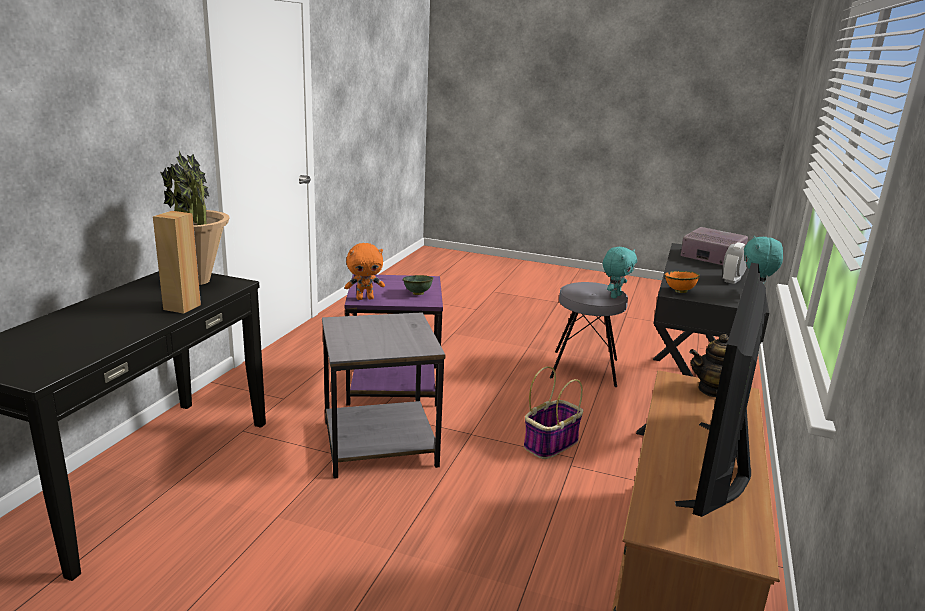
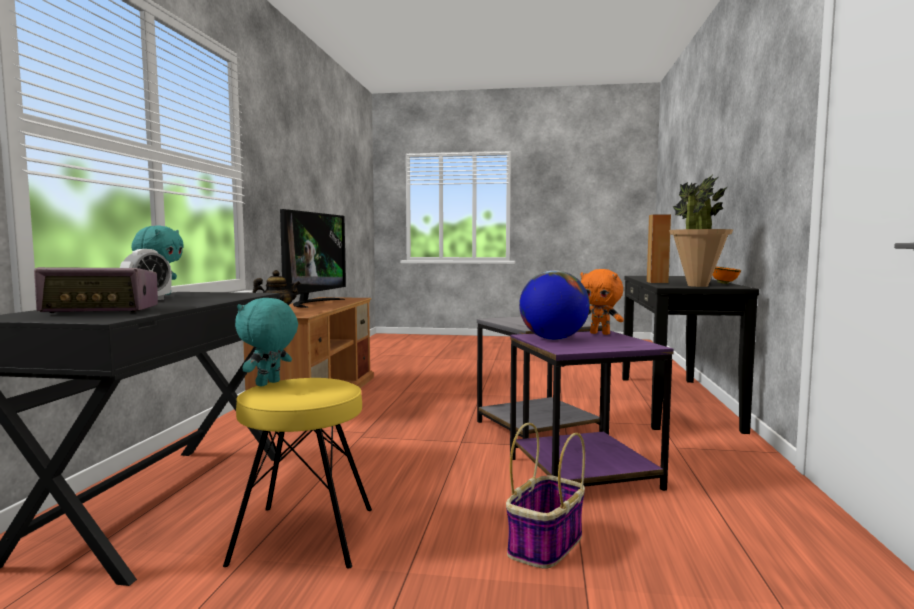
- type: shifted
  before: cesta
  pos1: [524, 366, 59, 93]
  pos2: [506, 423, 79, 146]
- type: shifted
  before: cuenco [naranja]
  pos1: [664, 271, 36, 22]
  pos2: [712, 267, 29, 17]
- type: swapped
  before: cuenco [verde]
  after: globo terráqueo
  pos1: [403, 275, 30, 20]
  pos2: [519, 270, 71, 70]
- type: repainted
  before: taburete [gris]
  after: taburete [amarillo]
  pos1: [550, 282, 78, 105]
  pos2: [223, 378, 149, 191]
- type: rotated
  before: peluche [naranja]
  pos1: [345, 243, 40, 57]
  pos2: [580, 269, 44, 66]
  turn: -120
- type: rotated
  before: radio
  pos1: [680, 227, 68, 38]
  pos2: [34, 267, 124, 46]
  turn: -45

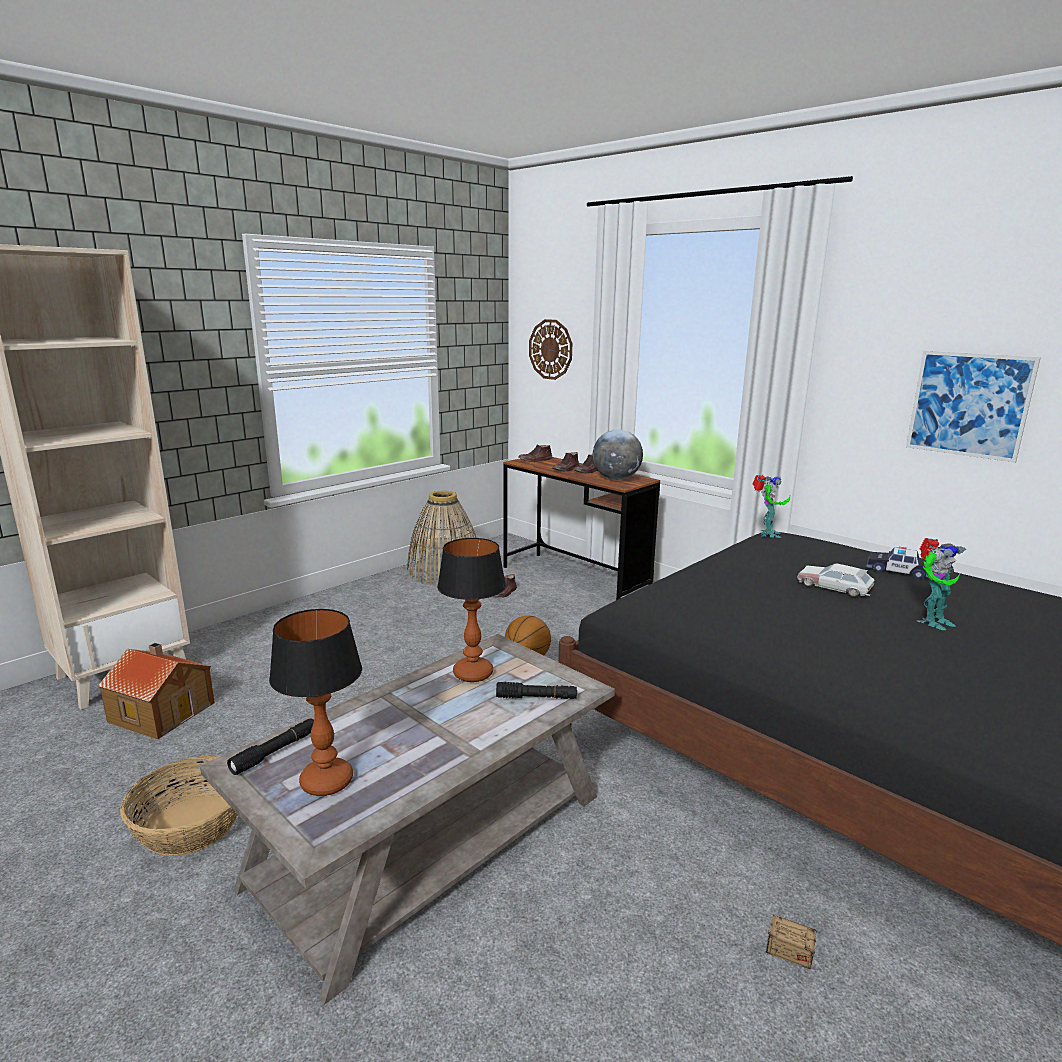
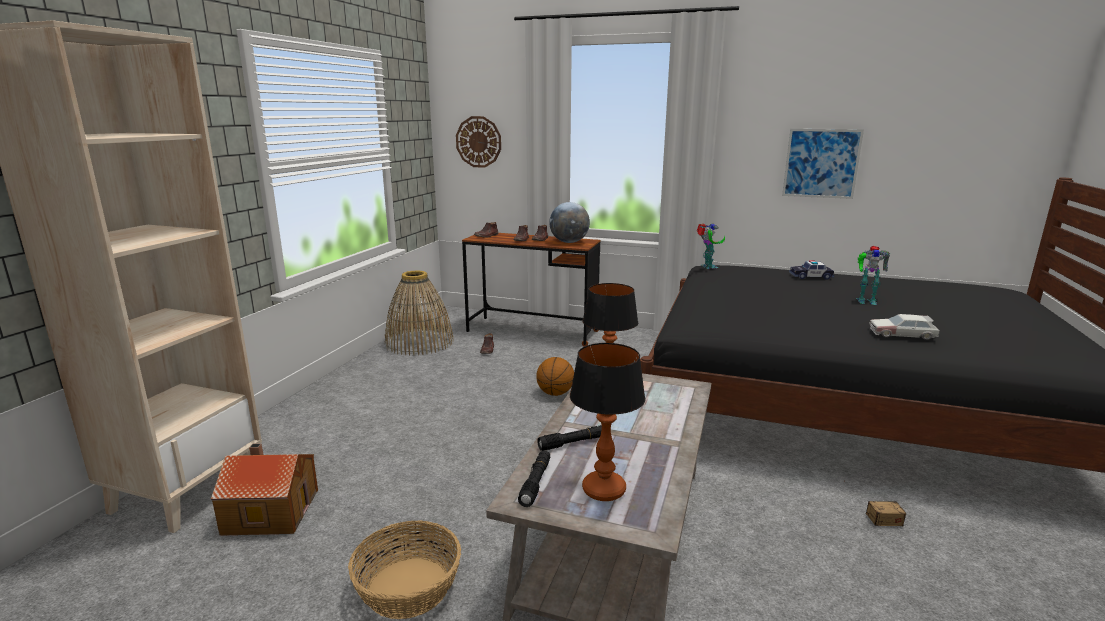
- type: shifted
  before: linterna [negro]
  pos1: [496, 682, 81, 17]
  pos2: [537, 425, 65, 26]
- type: shifted
  before: coche de juguete
  pos1: [797, 564, 77, 33]
  pos2: [869, 314, 71, 26]
- type: rotated
  before: robot de juguete
  pos1: [916, 538, 50, 92]
  pos2: [856, 246, 34, 59]
  turn: 75

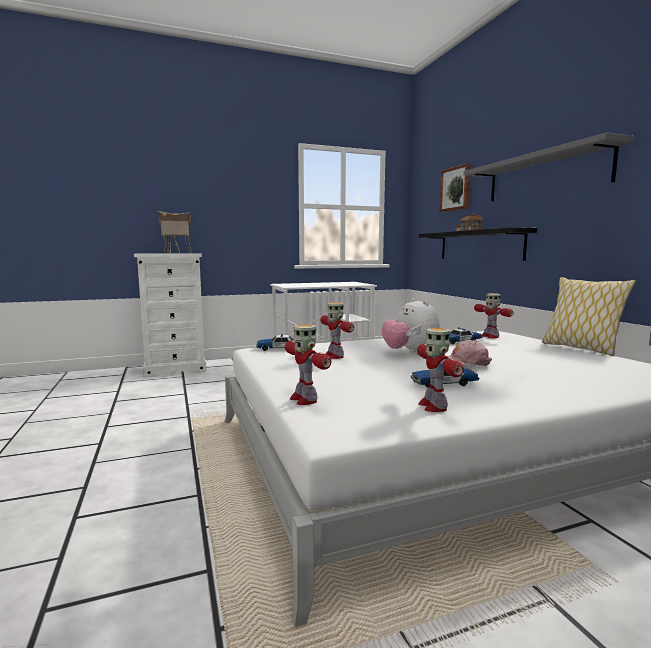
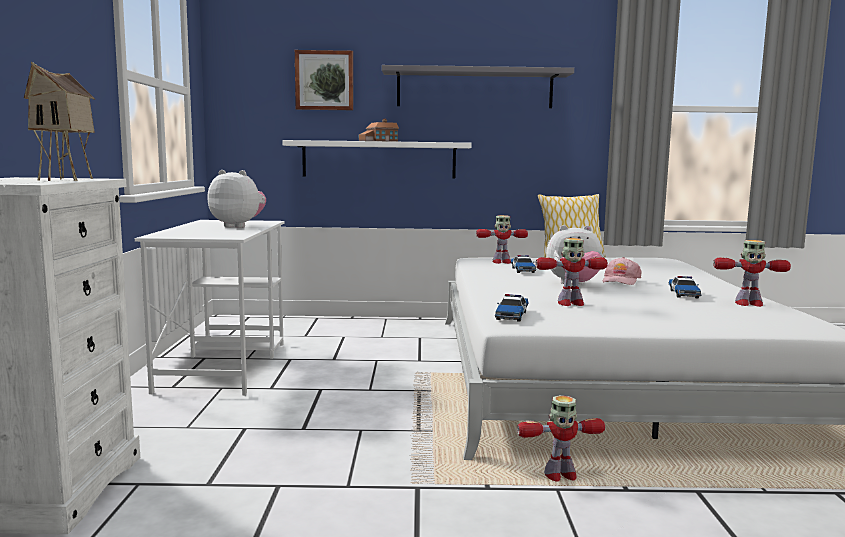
- type: new
  after: peluche
  pos2: [207, 170, 59, 58]
- type: shifted
  before: robot de juguete
  pos1: [285, 324, 46, 81]
  pos2: [517, 395, 88, 87]
- type: repainted
  before: estante [negro]
  after: estante [blanco]
  pos1: [419, 227, 118, 34]
  pos2: [282, 140, 190, 39]

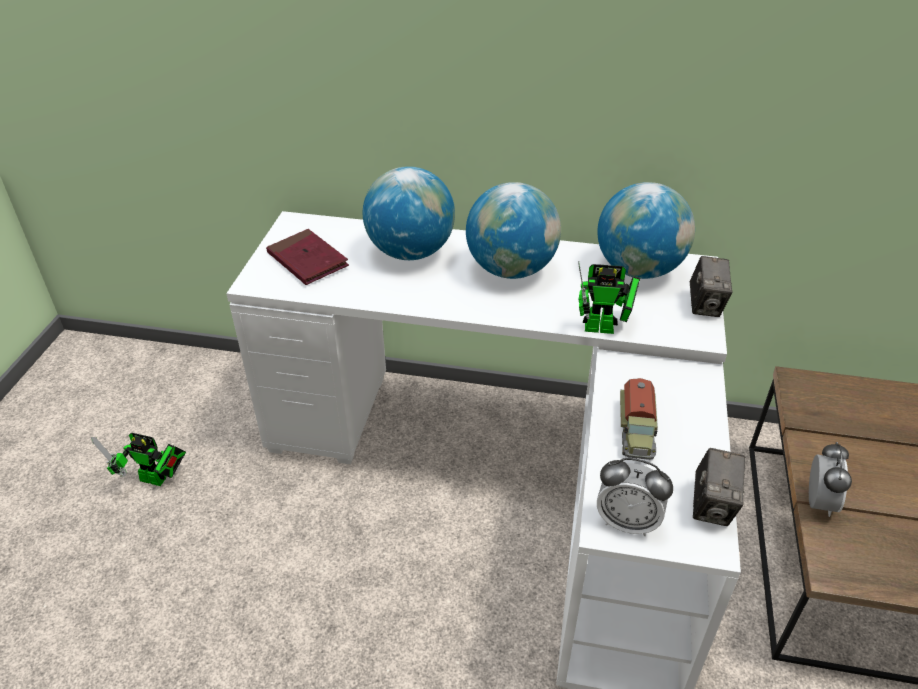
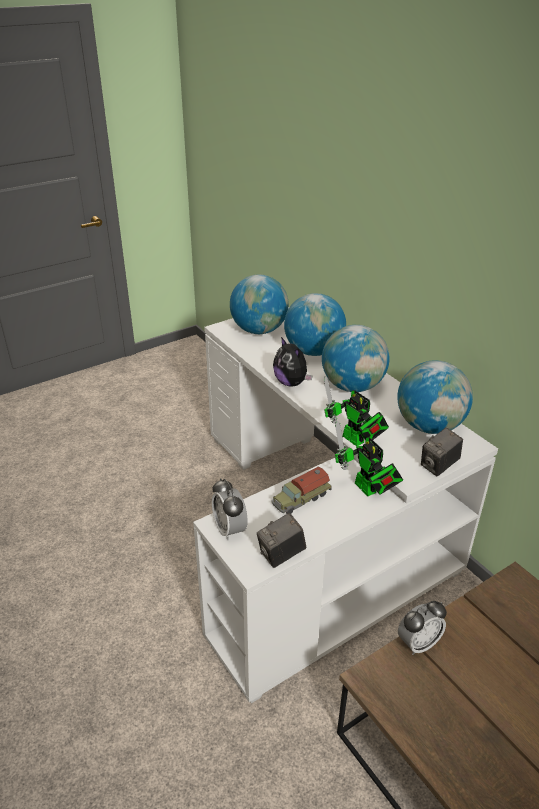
- type: new
  after: peluche
  pos2: [273, 337, 40, 50]
- type: shifted
  before: robot de juguete
  pos1: [91, 433, 95, 53]
  pos2: [335, 421, 68, 76]
- type: swapped
  before: libro [rojo]
  after: globo terráqueo
  pos1: [266, 229, 83, 56]
  pos2: [230, 275, 59, 59]

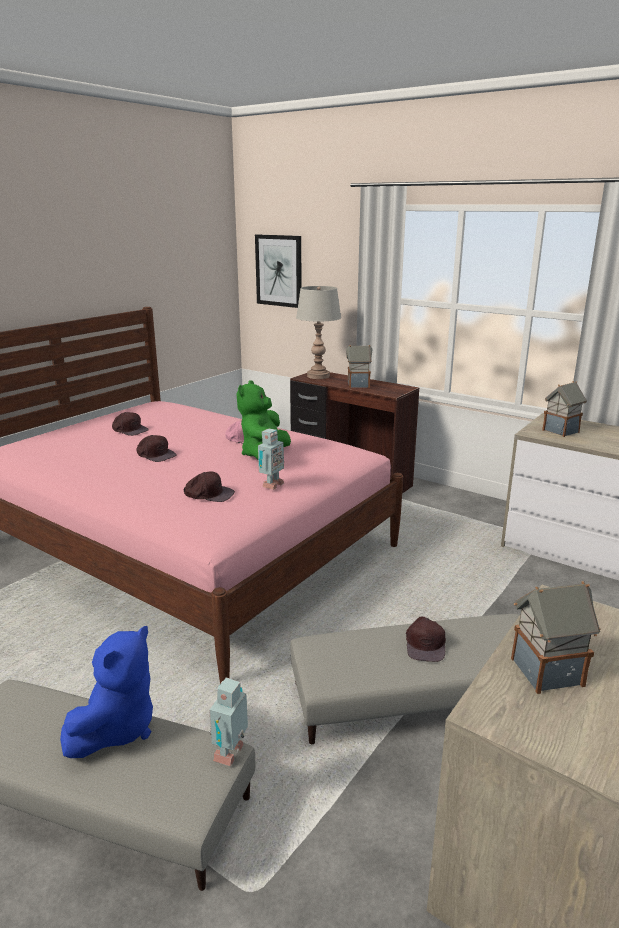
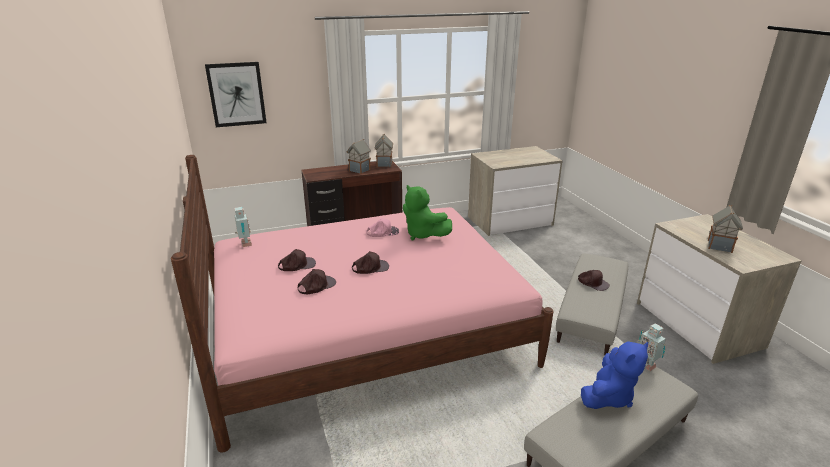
- type: gone
  before: lámpara de mesa [gris]
  pos1: [296, 286, 45, 93]
- type: shifted
  before: gorra [marrón]
  pos1: [184, 471, 51, 31]
  pos2: [298, 269, 38, 26]
- type: shifted
  before: robot de juguete
  pos1: [258, 428, 26, 62]
  pos2: [234, 207, 18, 40]
- type: shifted
  before: casita
  pos1: [542, 381, 45, 56]
  pos2: [375, 134, 18, 33]
- type: rotated
  before: peluche [azul]
  pos1: [60, 626, 93, 132]
  pos2: [581, 341, 67, 68]
  turn: 75

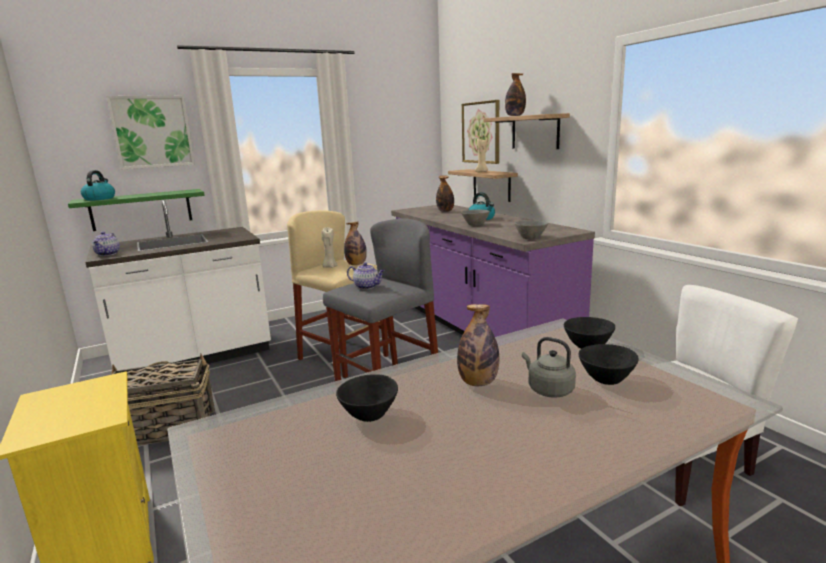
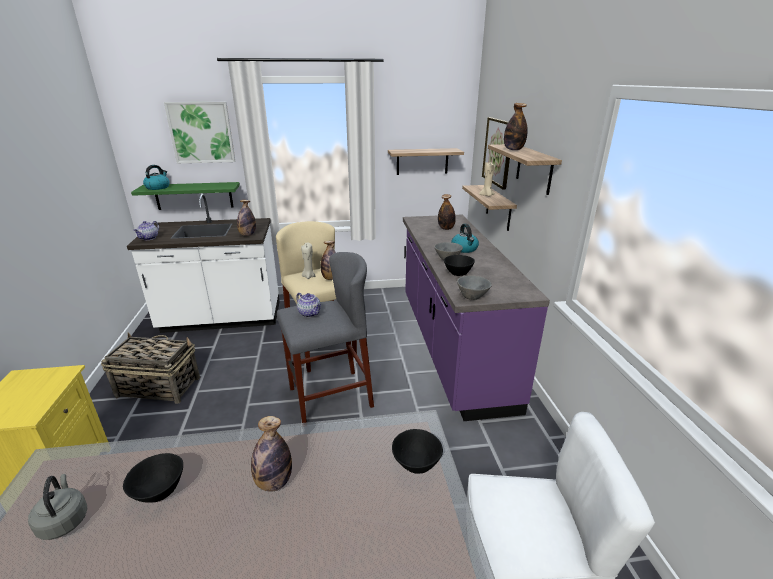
- type: new
  after: botella
  pos2: [237, 200, 19, 36]
- type: new
  after: estante
  pos2: [388, 148, 76, 27]
- type: shifted
  before: hervidor [gris]
  pos1: [522, 337, 54, 61]
  pos2: [28, 474, 59, 66]
- type: shifted
  before: cuenco [negro]
  pos1: [579, 344, 60, 41]
  pos2: [444, 255, 31, 21]

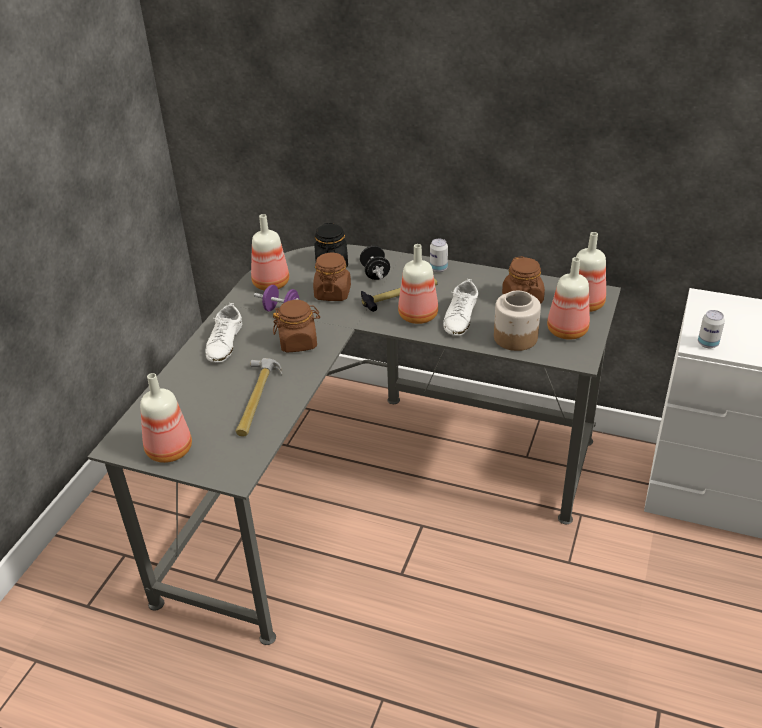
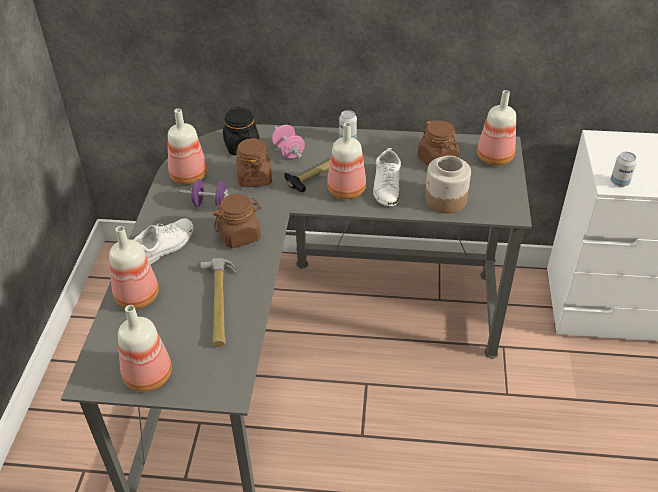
- type: shifted
  before: botella
  pos1: [547, 257, 43, 83]
  pos2: [109, 226, 50, 83]
- type: repainted
  before: mancuerna [negro]
  after: mancuerna [rosa]
  pos1: [360, 246, 30, 34]
  pos2: [272, 125, 33, 34]
- type: rotated
  before: zapato [blanco]
  pos1: [206, 303, 36, 60]
  pos2: [133, 218, 61, 47]
  turn: -135

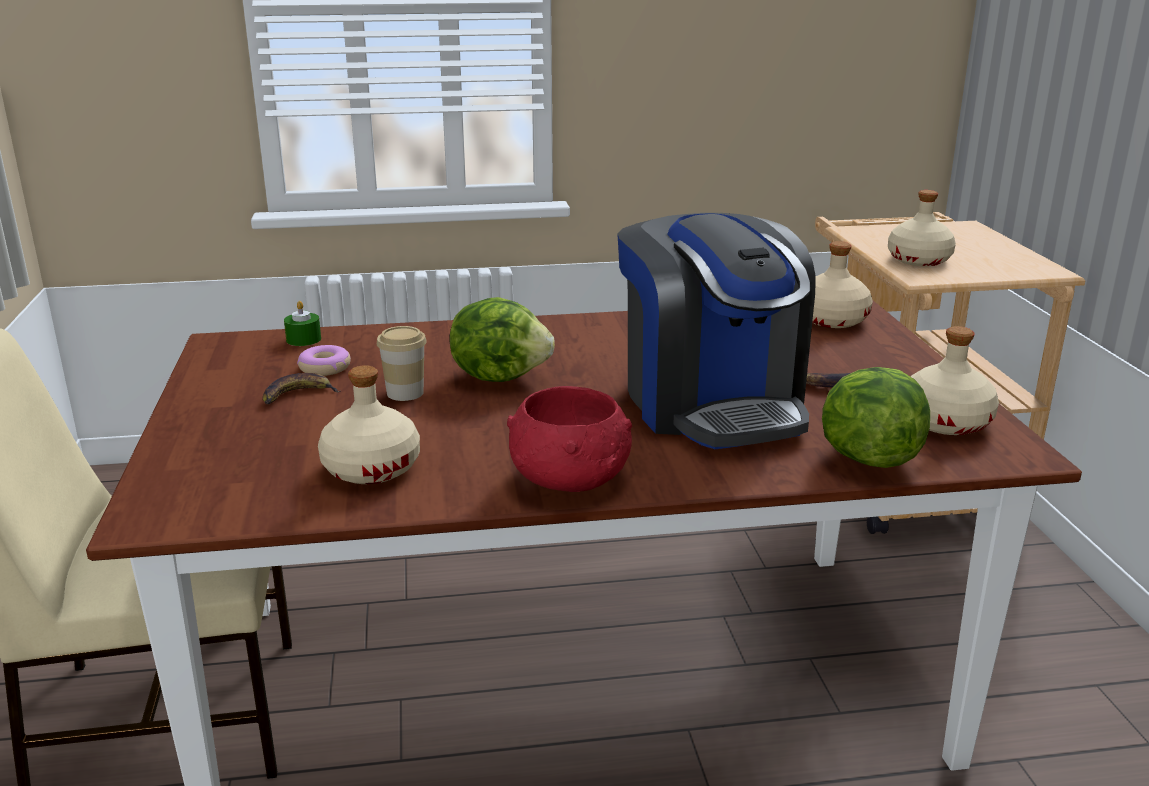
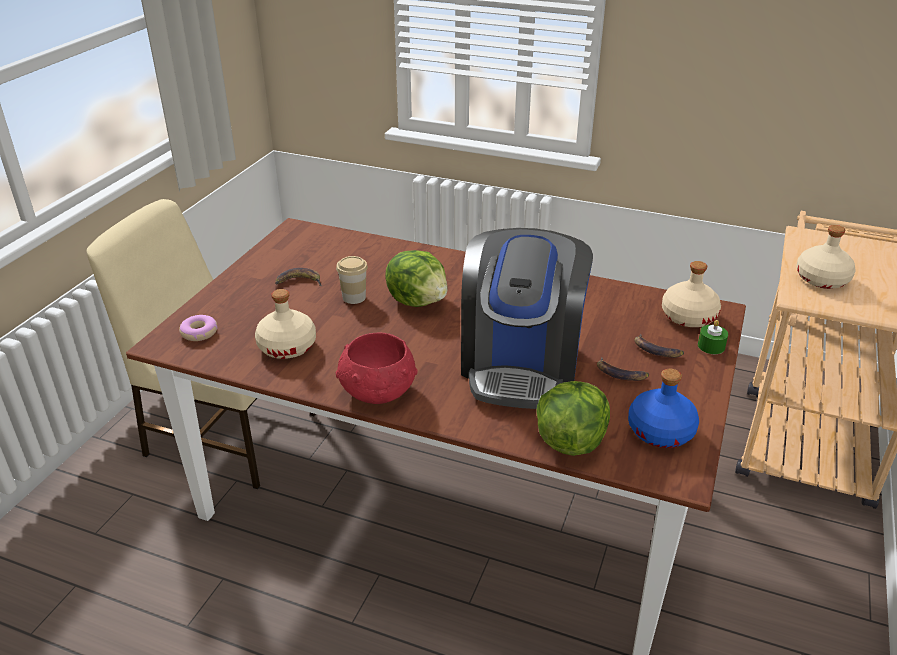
- type: new
  after: plátano
  pos2: [634, 334, 50, 24]
- type: shifted
  before: vela [verde]
  pos1: [284, 301, 37, 45]
  pos2: [698, 320, 30, 34]
- type: shifted
  before: rosquilla
  pos1: [297, 345, 54, 31]
  pos2: [179, 315, 39, 26]
- type: repainted
  before: botella [beis]
  after: botella [azul]
  pos1: [910, 326, 89, 109]
  pos2: [628, 369, 71, 79]

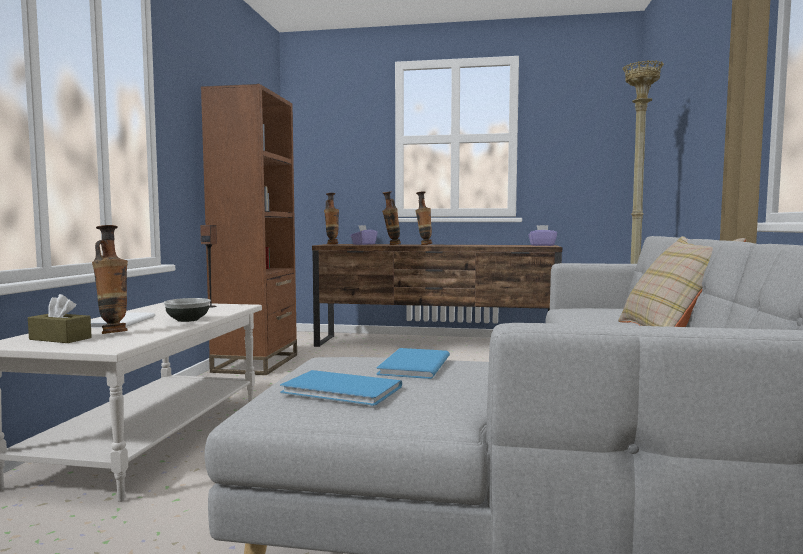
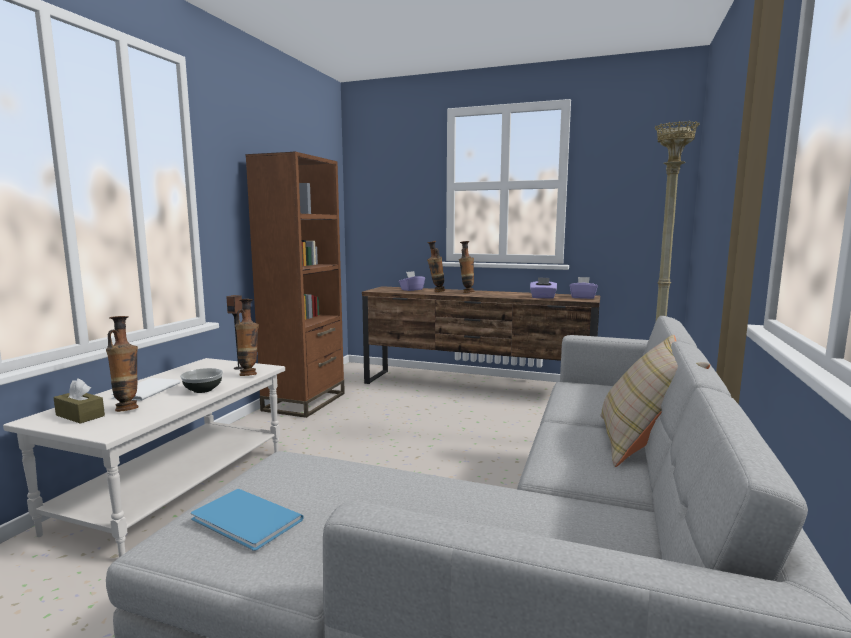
- type: gone
  before: libro [azul]
  pos1: [376, 348, 74, 31]
- type: new
  after: caja de pañuelos [morado]
  pos2: [530, 277, 27, 22]
- type: shifted
  before: florero
  pos1: [324, 193, 15, 51]
  pos2: [235, 299, 24, 77]

